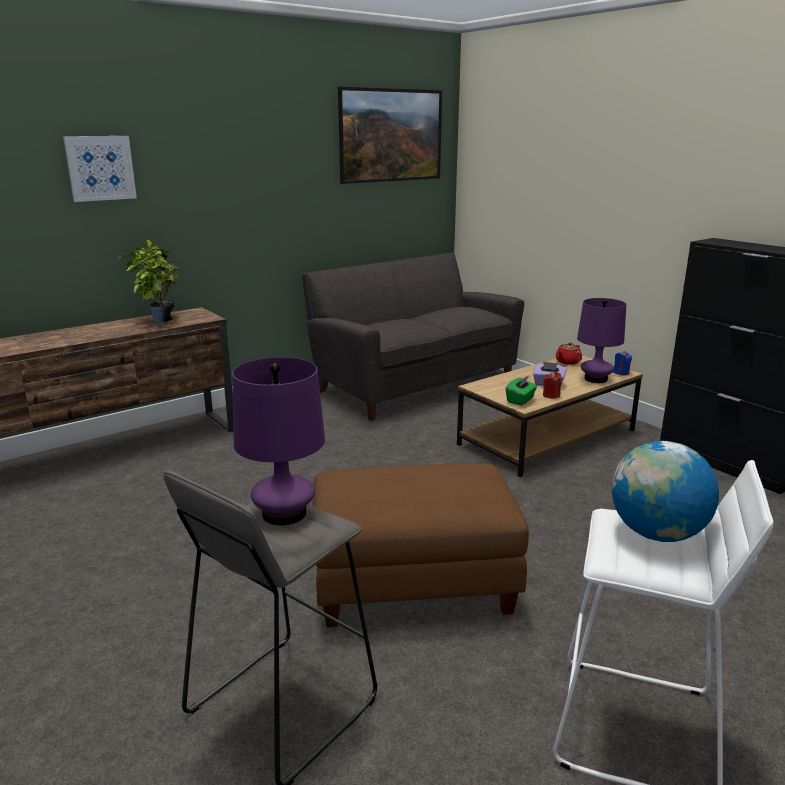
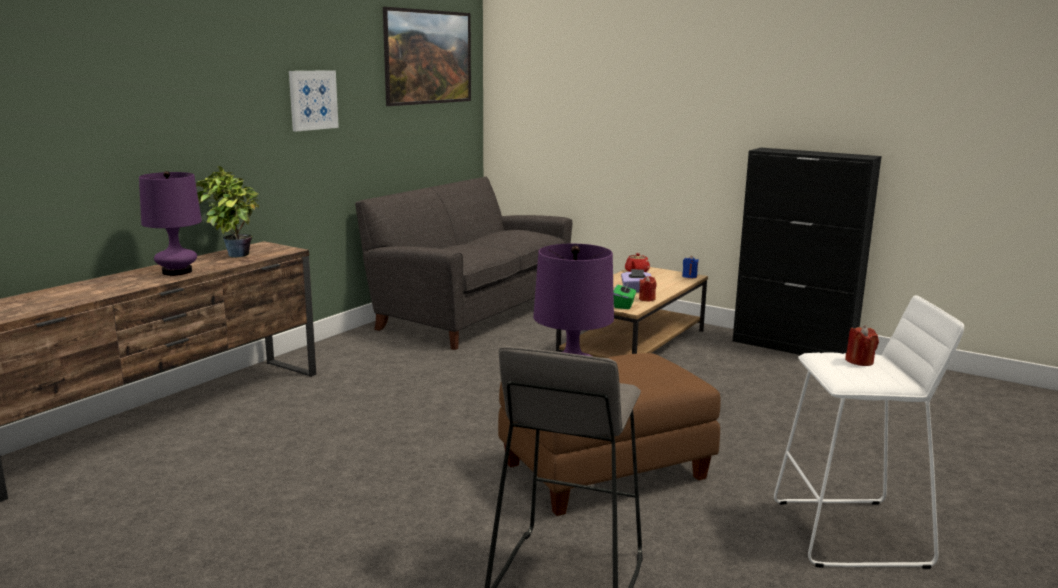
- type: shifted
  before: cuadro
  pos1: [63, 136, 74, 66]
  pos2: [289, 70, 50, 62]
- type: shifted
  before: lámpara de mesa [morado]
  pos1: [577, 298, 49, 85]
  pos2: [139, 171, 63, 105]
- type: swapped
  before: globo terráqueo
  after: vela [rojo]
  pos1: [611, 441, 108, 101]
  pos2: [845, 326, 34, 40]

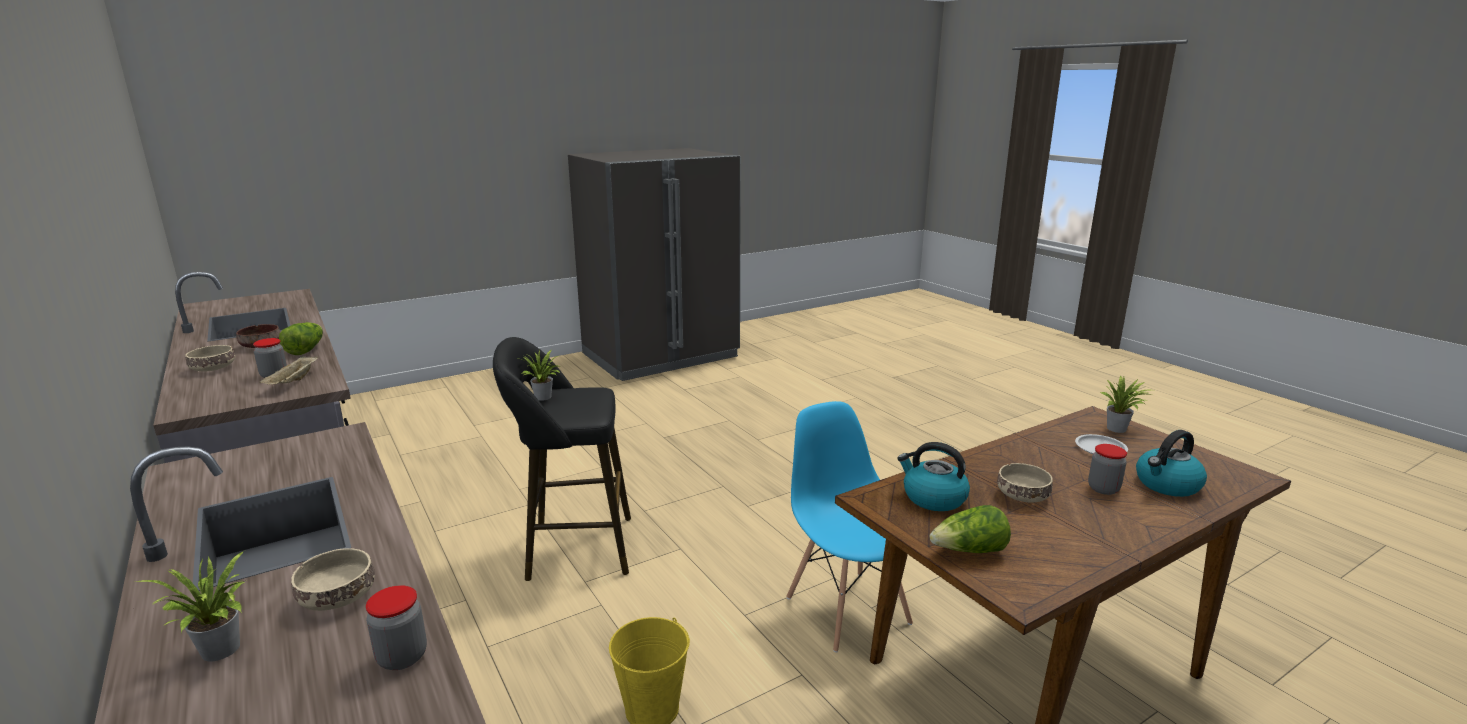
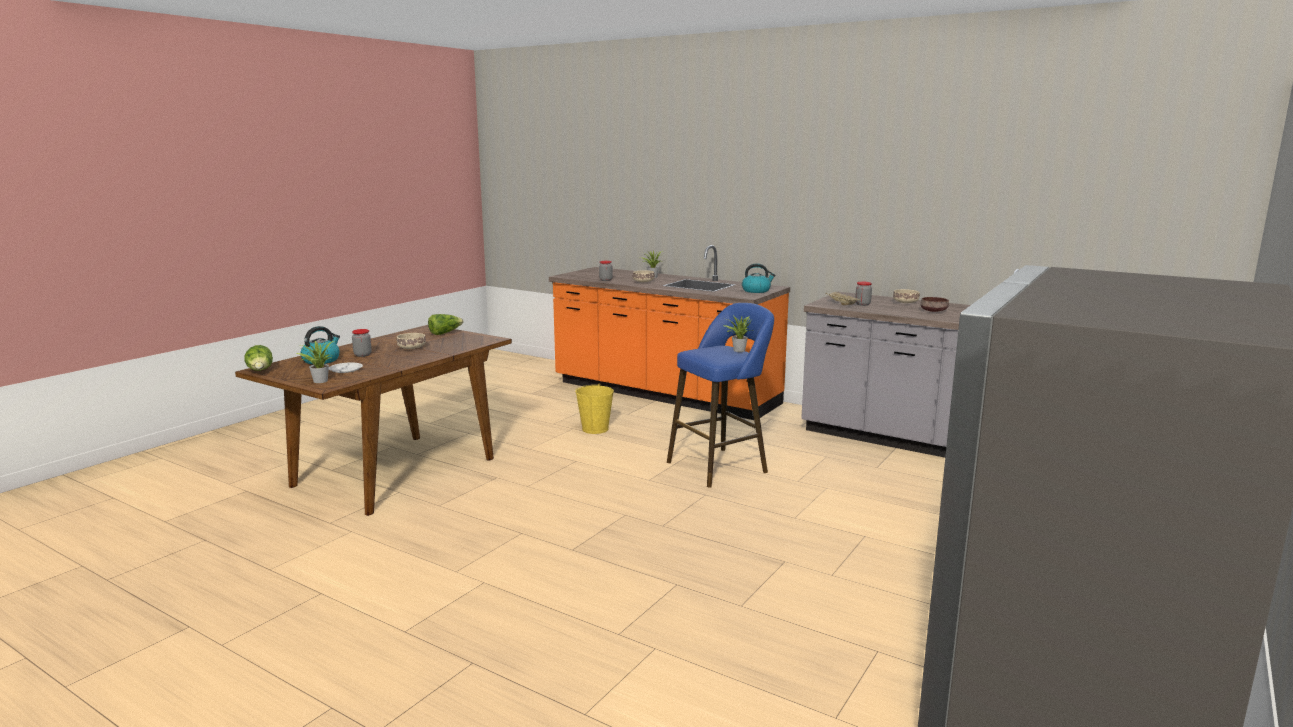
- type: gone
  before: silla [azul]
  pos1: [786, 401, 127, 252]
- type: shifted
  before: lechuga
  pos1: [279, 322, 44, 33]
  pos2: [245, 345, 28, 26]
- type: shifted
  before: hervidor
  pos1: [897, 442, 73, 69]
  pos2: [742, 263, 34, 30]
- type: repainted
  before: taburete [negro]
  after: taburete [azul]
  pos1: [493, 337, 138, 244]
  pos2: [667, 303, 107, 185]

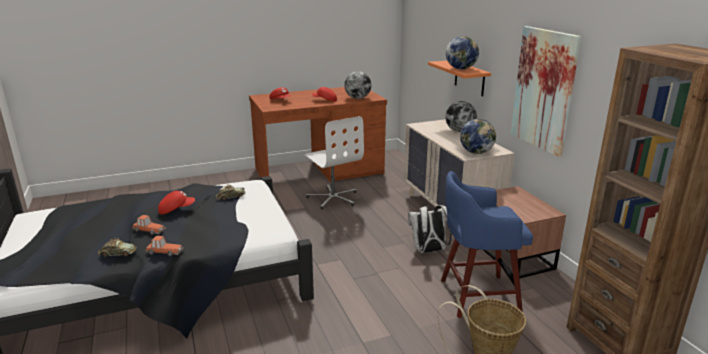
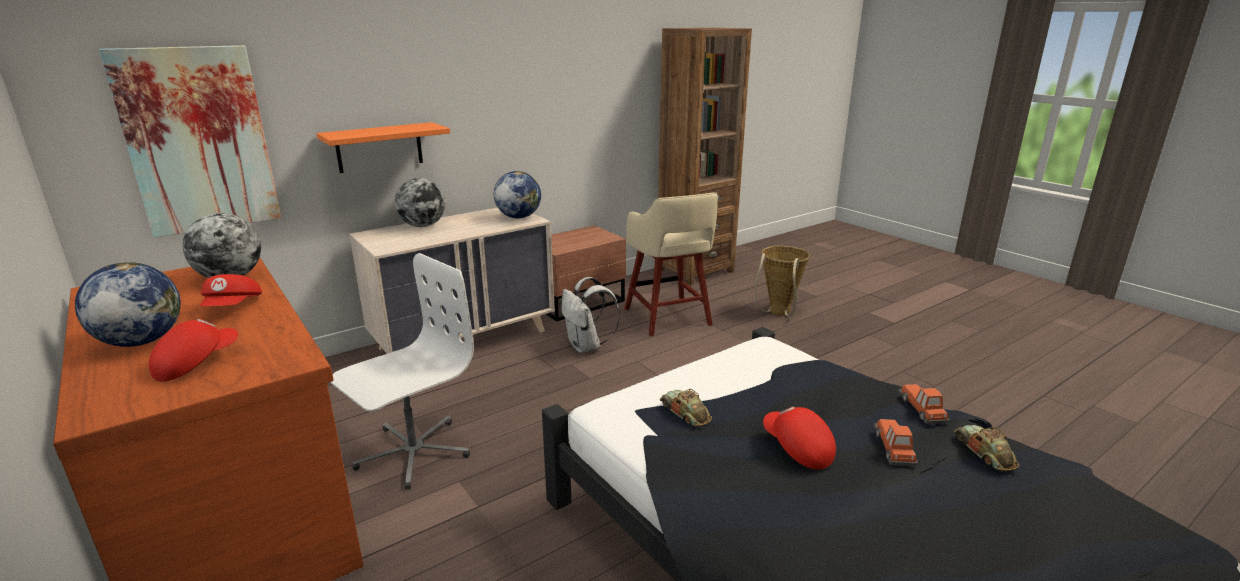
- type: shifted
  before: globo terráqueo
  pos1: [446, 36, 33, 33]
  pos2: [75, 262, 106, 85]
- type: shifted
  before: cuadro
  pos1: [511, 26, 70, 131]
  pos2: [99, 45, 182, 193]
- type: repainted
  before: taburete [azul]
  after: taburete [beis]
  pos1: [441, 171, 92, 147]
  pos2: [625, 192, 93, 144]

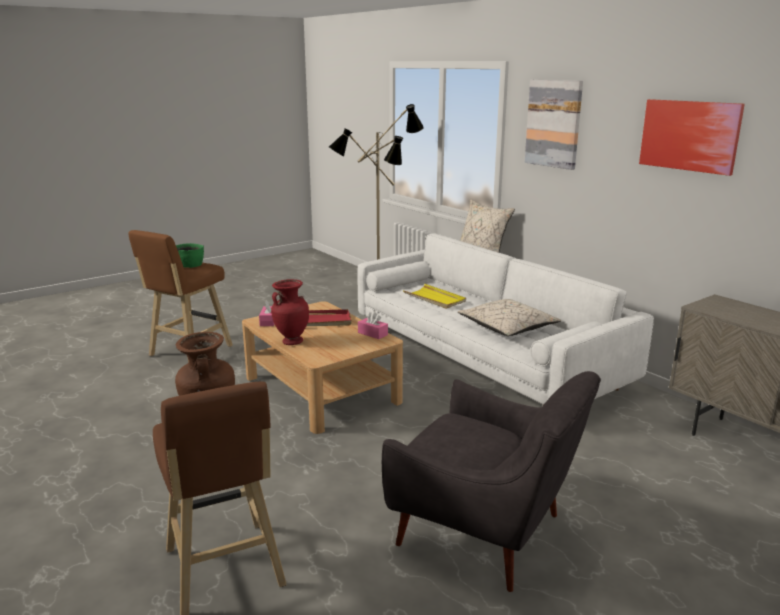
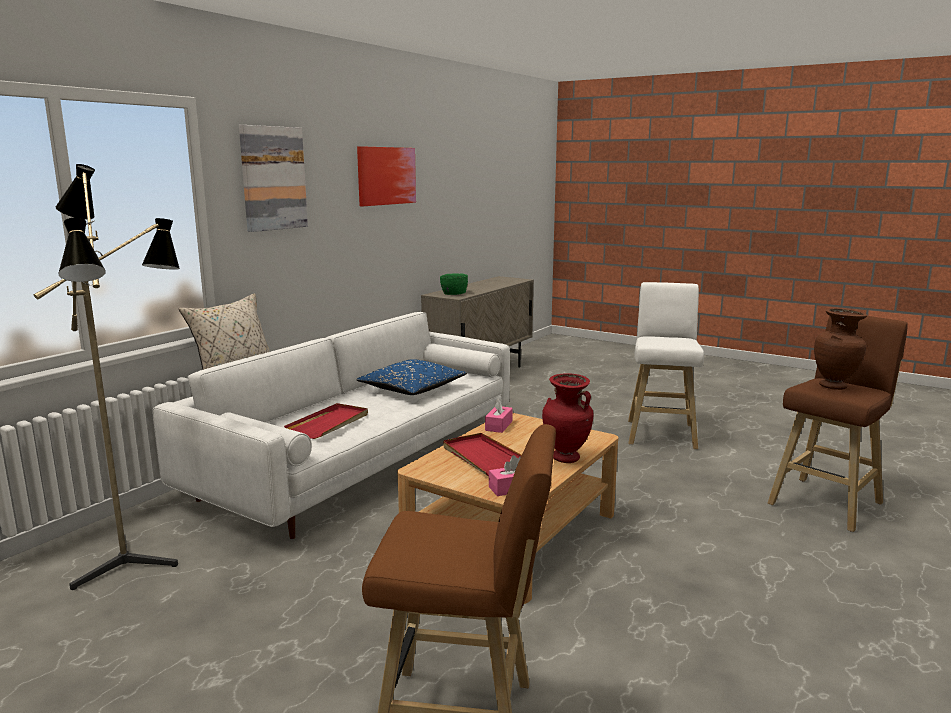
- type: shifted
  before: cuenco [verde]
  pos1: [176, 243, 28, 25]
  pos2: [440, 273, 28, 22]
- type: swapped
  before: sillón [gris]
  after: taburete [blanco]
  pos1: [382, 371, 219, 221]
  pos2: [628, 282, 76, 168]
- type: repainted
  before: bandeja [amarillo]
  after: bandeja [rojo]
  pos1: [403, 284, 63, 25]
  pos2: [284, 403, 84, 36]
- type: repainted
  before: cojín [beis]
  after: cojín [azul]
  pos1: [458, 299, 103, 37]
  pos2: [356, 359, 111, 36]

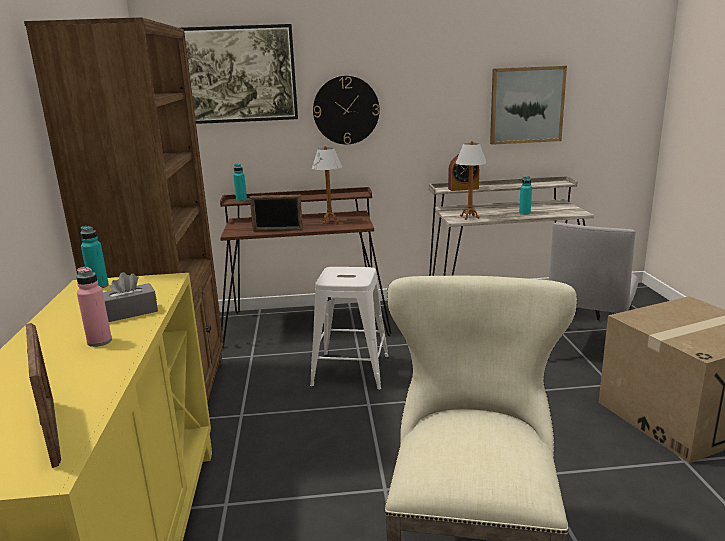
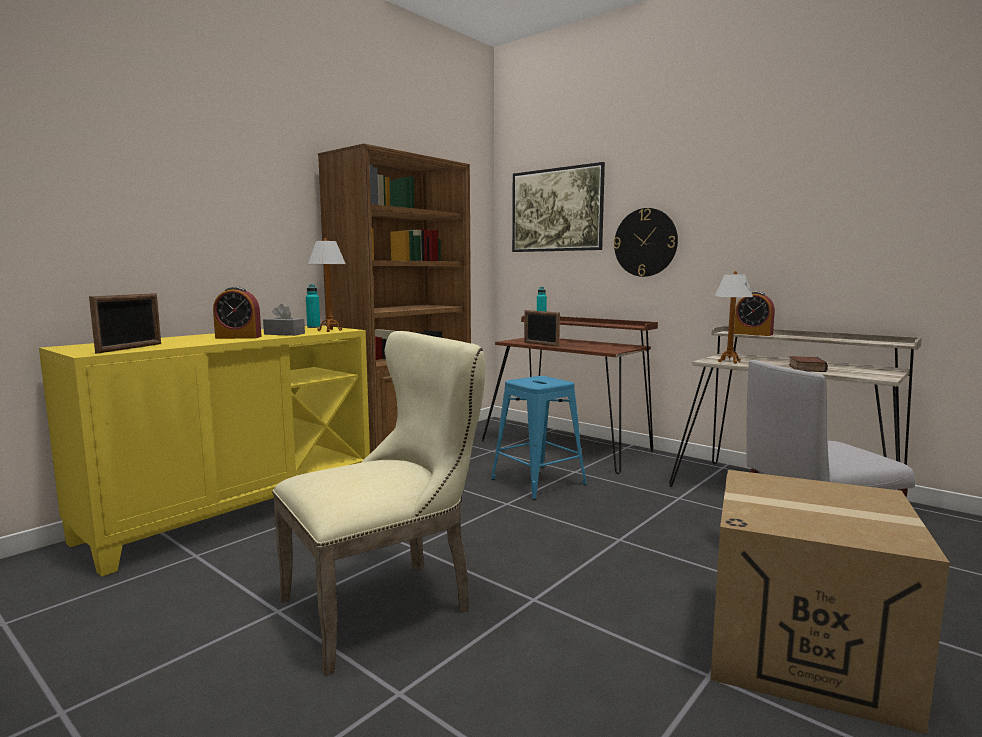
- type: gone
  before: cuadro
  pos1: [490, 66, 77, 79]
- type: shifted
  before: lámpara de mesa
  pos1: [312, 146, 30, 78]
  pos2: [308, 238, 38, 94]
- type: swapped
  before: botella [rosa]
  after: despertador
  pos1: [76, 267, 36, 80]
  pos2: [213, 287, 49, 52]
- type: swapped
  before: botella [turquesa]
  after: libro
  pos1: [519, 176, 13, 39]
  pos2: [789, 356, 39, 16]
- type: repainted
  before: taburete [blanco]
  after: taburete [azul]
  pos1: [310, 267, 79, 123]
  pos2: [491, 376, 96, 124]

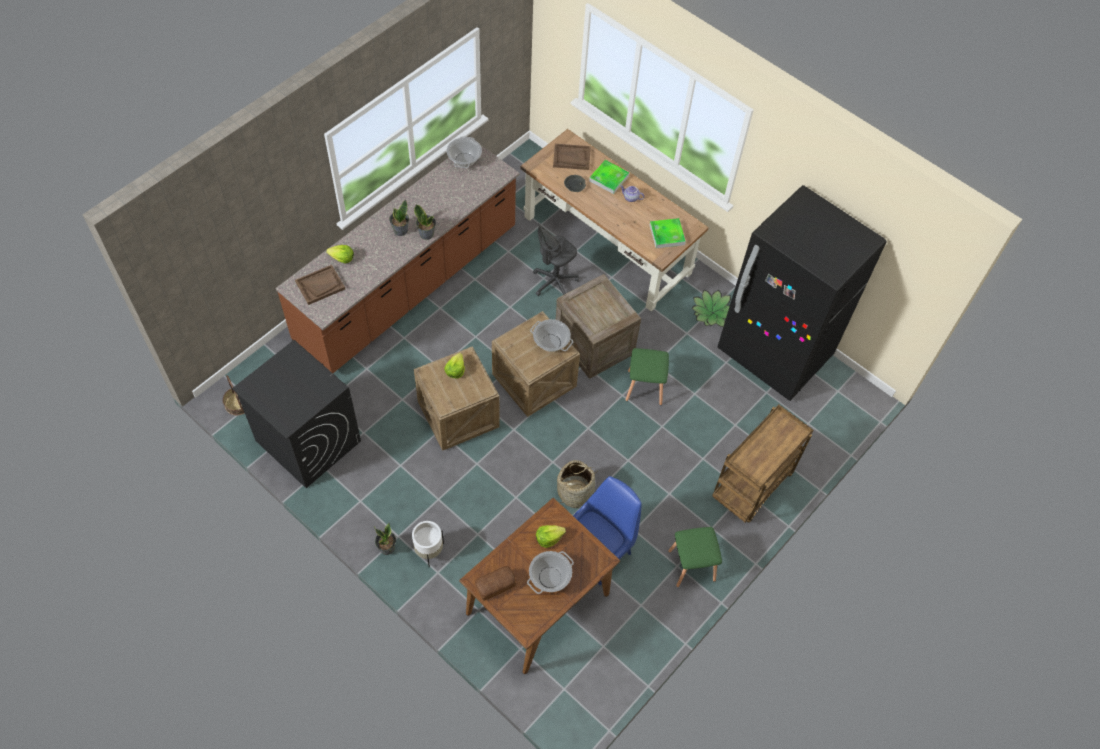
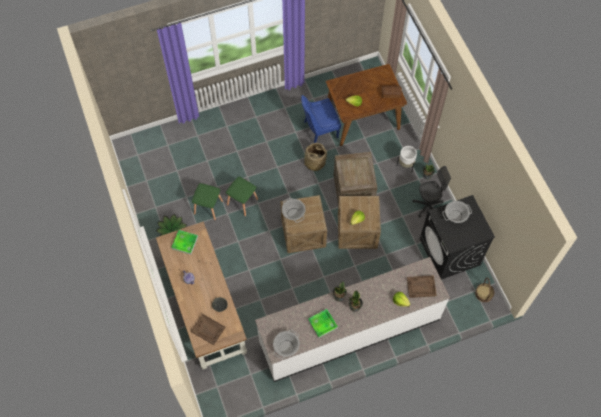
- type: gone
  before: carrito [marrón]
  pos1: [712, 404, 102, 119]
- type: gone
  before: nevera [negro]
  pos1: [717, 185, 169, 216]
- type: shifted
  before: olla
  pos1: [527, 551, 47, 43]
  pos2: [442, 201, 30, 22]
- type: shifted
  before: silla de oficina [gris]
  pos1: [533, 223, 46, 73]
  pos2: [412, 166, 39, 52]
- type: shifted
  before: caja de embalaje
  pos1: [556, 274, 85, 105]
  pos2: [334, 152, 43, 54]
- type: shifted
  before: bandeja
  pos1: [589, 160, 40, 34]
  pos2: [308, 309, 30, 29]
- type: shifted
  before: taburete [verde]
  pos1: [668, 527, 54, 60]
  pos2: [192, 183, 31, 37]
- type: repainted
  before: mueble bajo de cocina [marrón]
  after: mueble bajo de cocina [blanco]
  pos1: [276, 145, 243, 228]
  pos2: [255, 257, 195, 125]

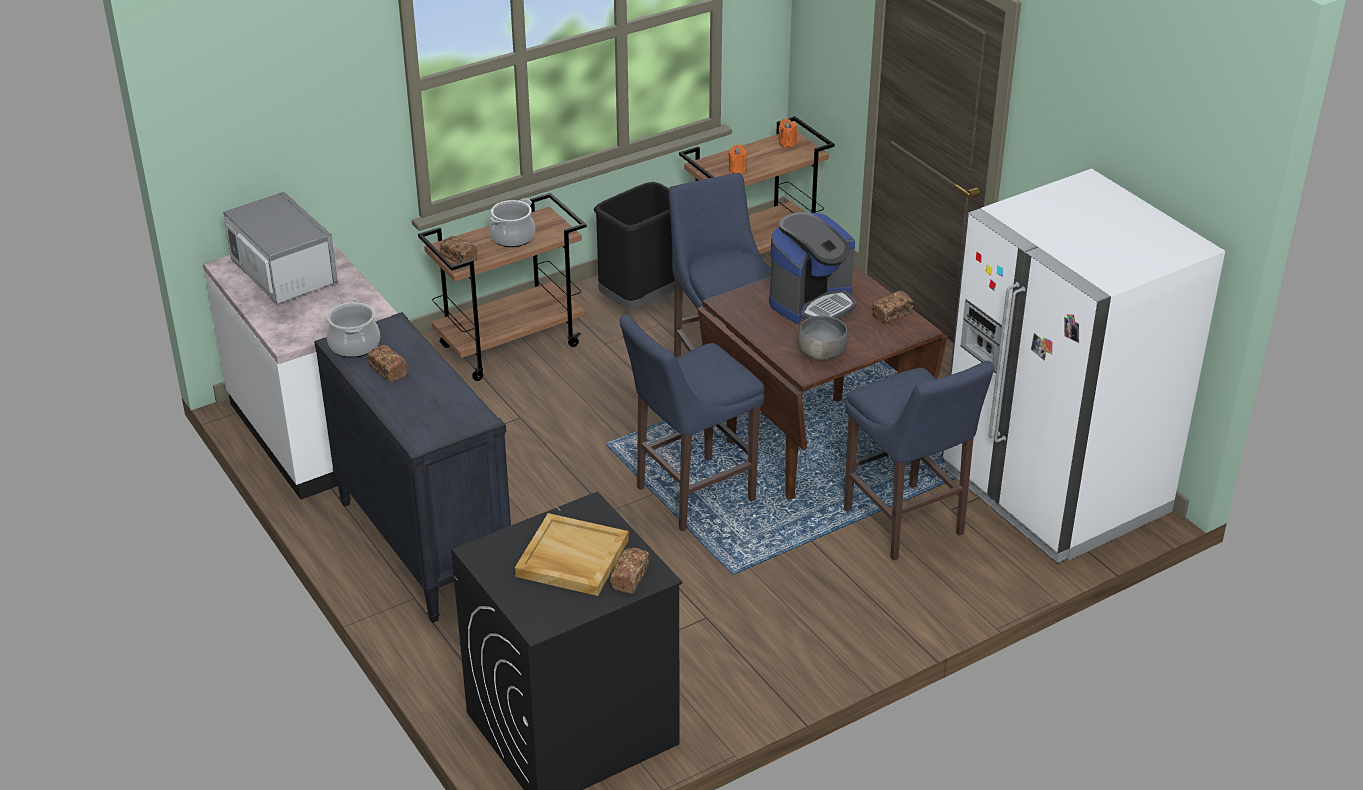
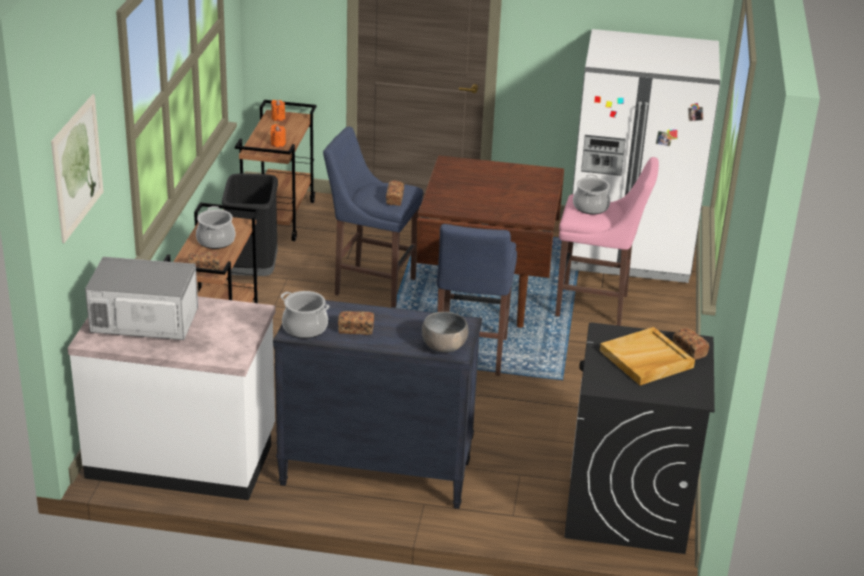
- type: gone
  before: cafetera
  pos1: [769, 212, 88, 112]
- type: new
  after: cuadro
  pos2: [51, 94, 53, 149]
- type: new
  after: olla
  pos2: [573, 174, 37, 40]
- type: shifted
  before: cuenco [gris]
  pos1: [797, 315, 52, 46]
  pos2: [422, 312, 47, 41]
- type: shifted
  before: pan
  pos1: [872, 291, 42, 33]
  pos2: [386, 180, 18, 26]
- type: repainted
  before: taburete [azul]
  after: taburete [rosa]
  pos1: [844, 361, 150, 200]
  pos2: [555, 157, 104, 169]

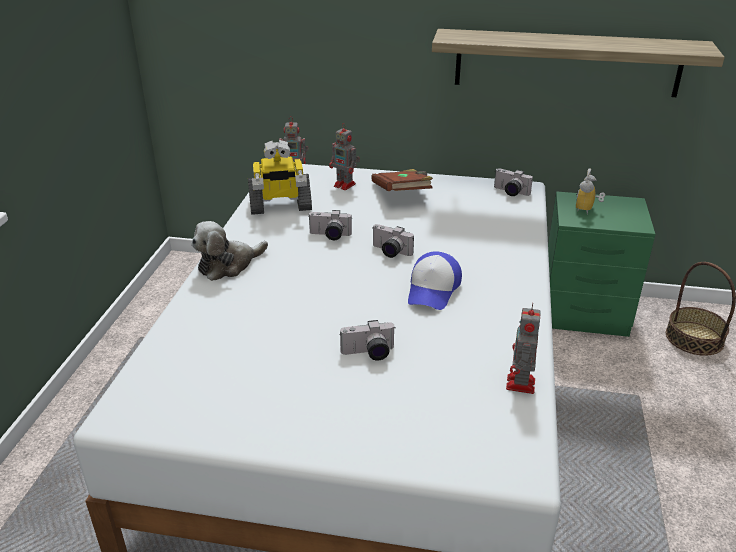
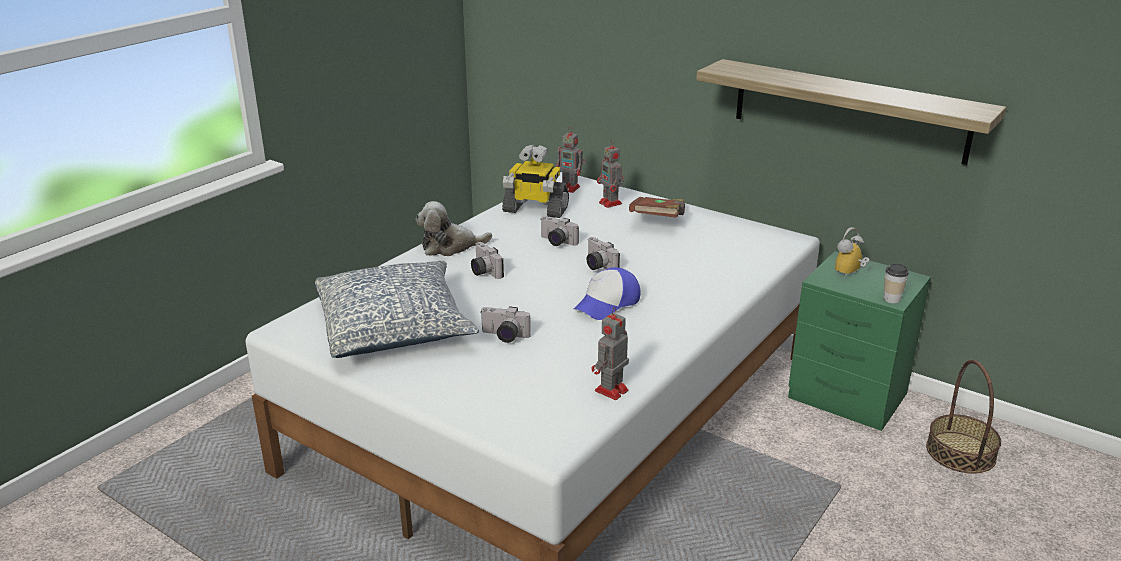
- type: new
  after: cojín
  pos2: [315, 261, 164, 97]
- type: new
  after: taza
  pos2: [883, 264, 26, 39]
- type: shifted
  before: cámara
  pos1: [494, 168, 39, 28]
  pos2: [471, 242, 33, 37]

